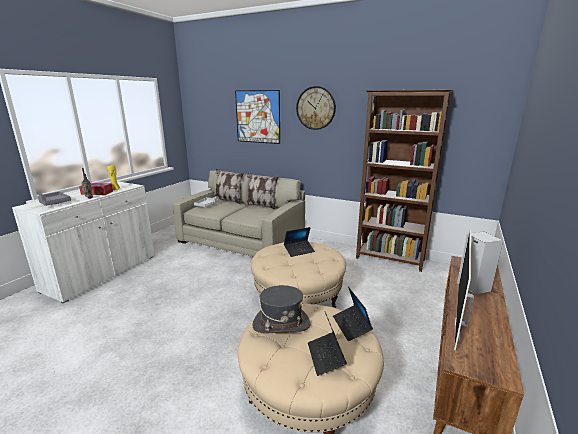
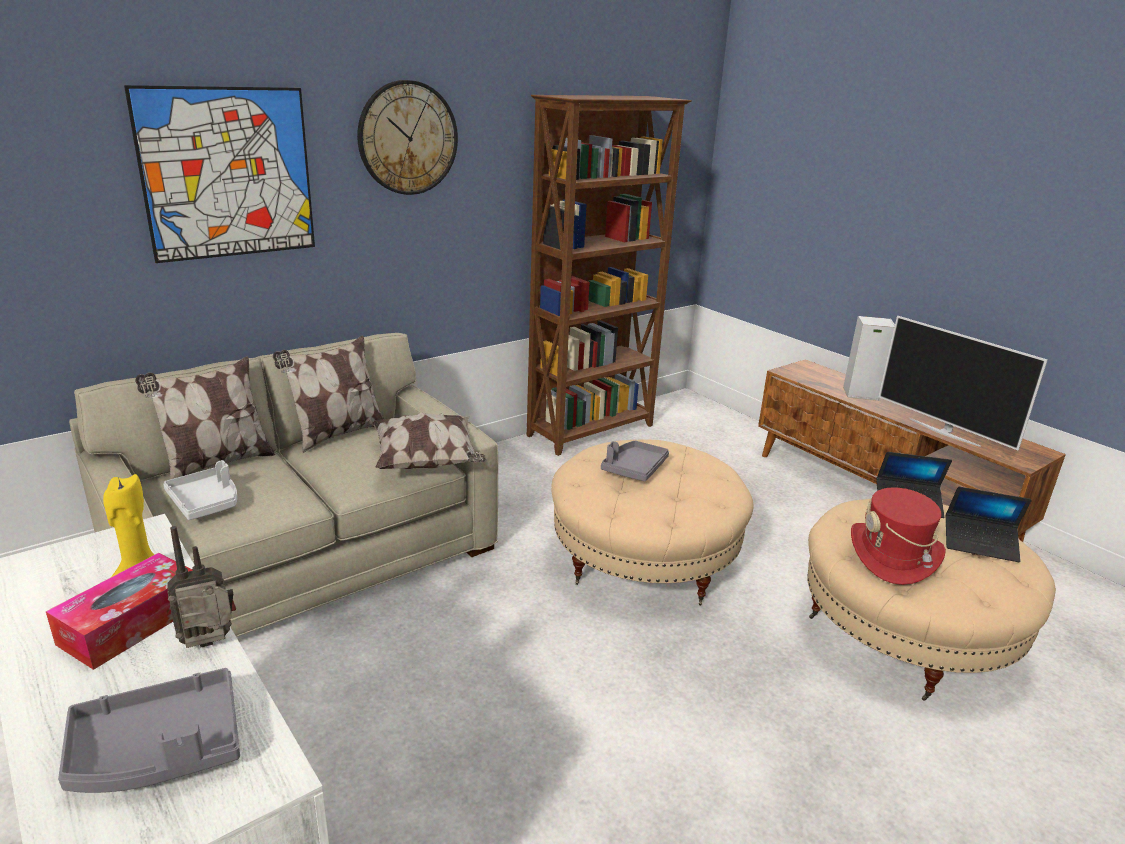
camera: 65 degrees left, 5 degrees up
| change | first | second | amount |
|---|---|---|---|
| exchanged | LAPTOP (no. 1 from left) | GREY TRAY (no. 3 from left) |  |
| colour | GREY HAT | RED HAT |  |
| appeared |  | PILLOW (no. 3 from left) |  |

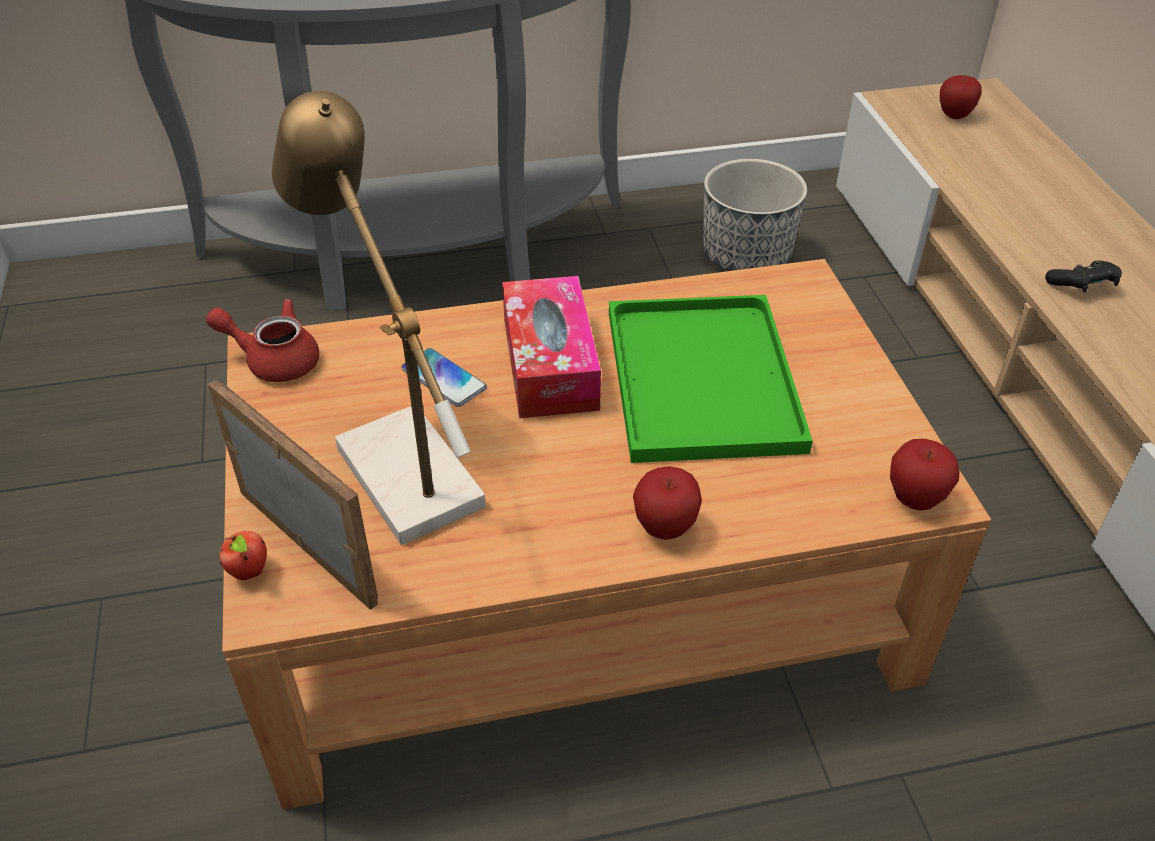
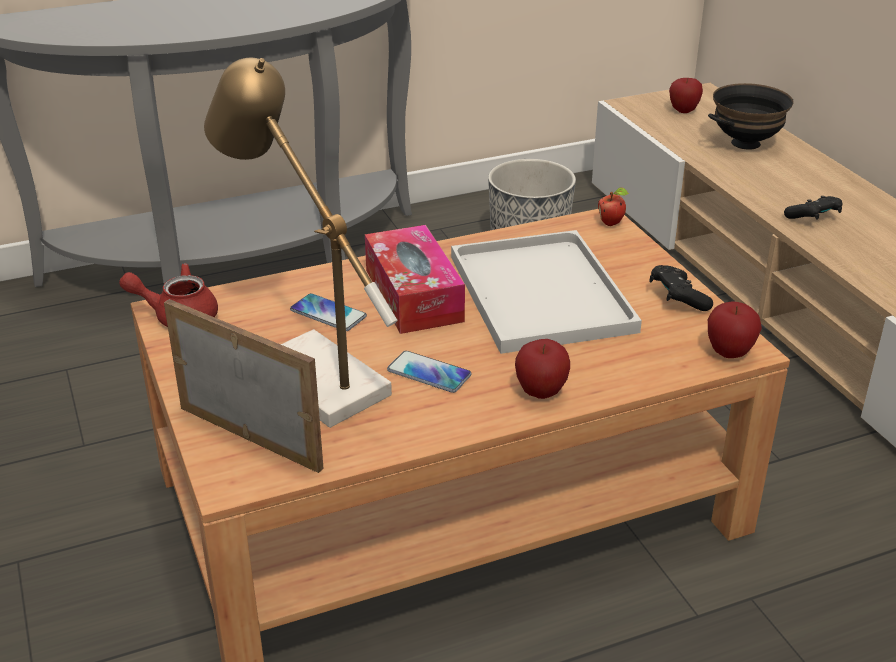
camera: 10 degrees left, 10 degrees down
| change | first | second | amount |
|---|---|---|---|
| colour | GREEN TRAY | WHITE TRAY |  |
| relocated | APPLE (no. 1 from left in the first image) | APPLE (no. 2 from left) |  |
| appeared |  | BLACK BOWL |  |
| appeared |  | BLACK GAME CONTROLLER (no. 1 from left) |  |
| appeared |  | PHONE (no. 2 from left) |  |

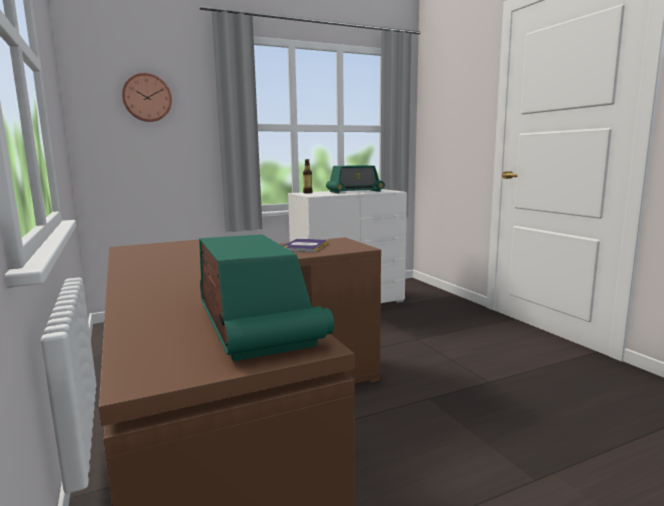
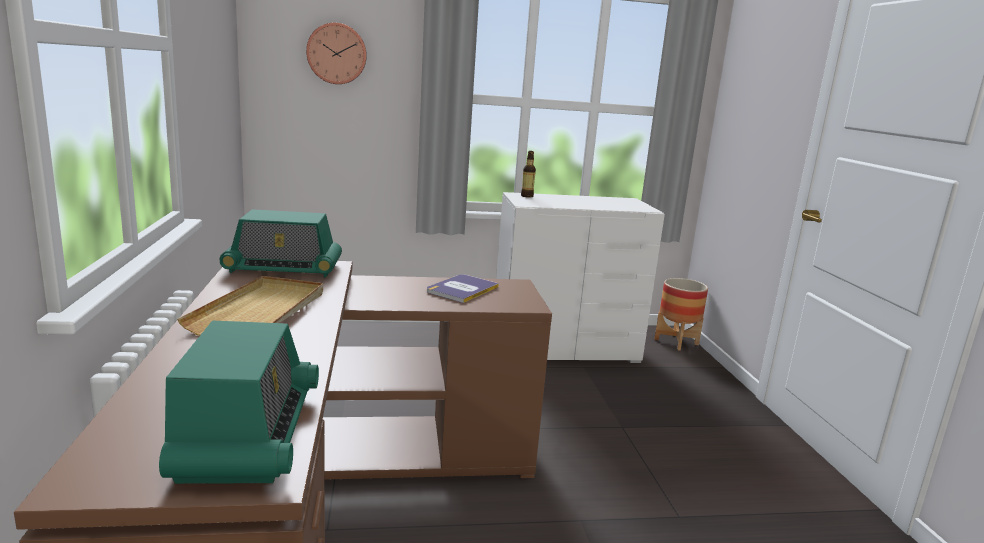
camera: 15 degrees right, 5 degrees up
| change | first | second | amount |
|---|---|---|---|
| relocated | RADIO (no. 2 from left) |  |  |
| appeared |  | BEIGE TRAY |  |
| appeared |  | PLANTER |  |

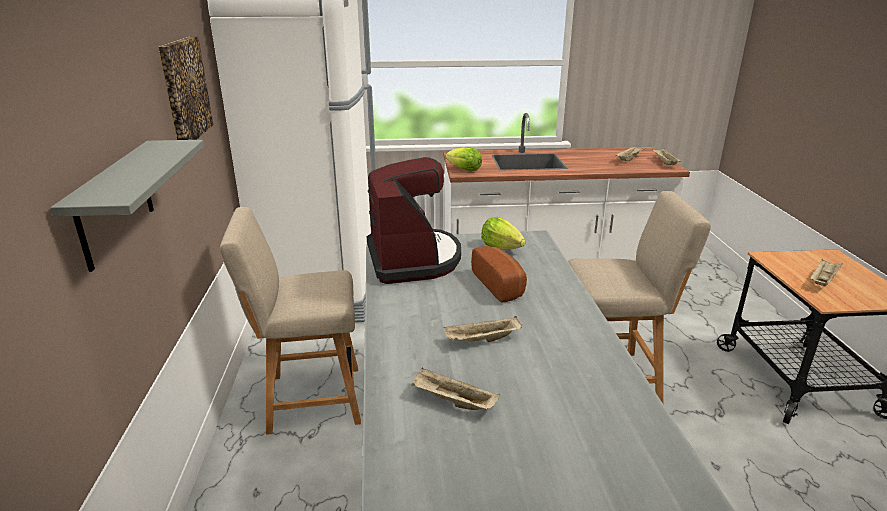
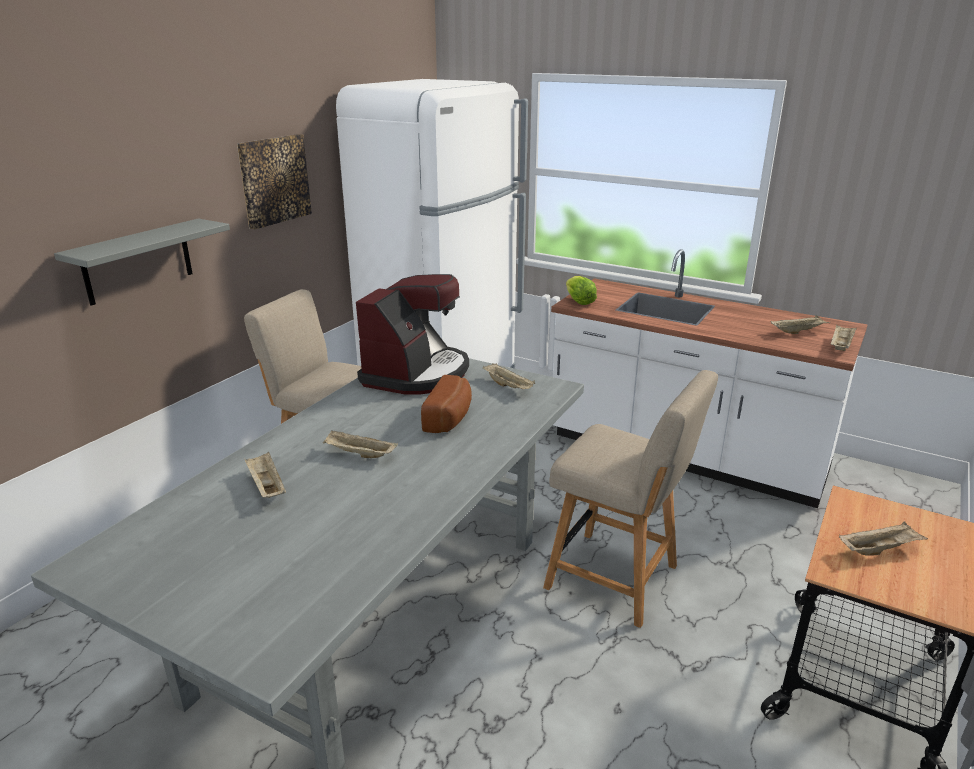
camera: 35 degrees right, 0 degrees up
| change | first | second | amount |
|---|---|---|---|
| exchanged | LETTUCE (no. 2 from left) | BEIGE TRAY (no. 3 from left) |  |

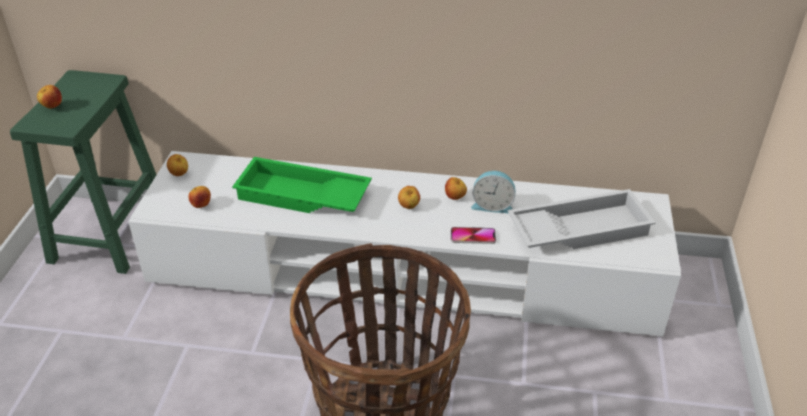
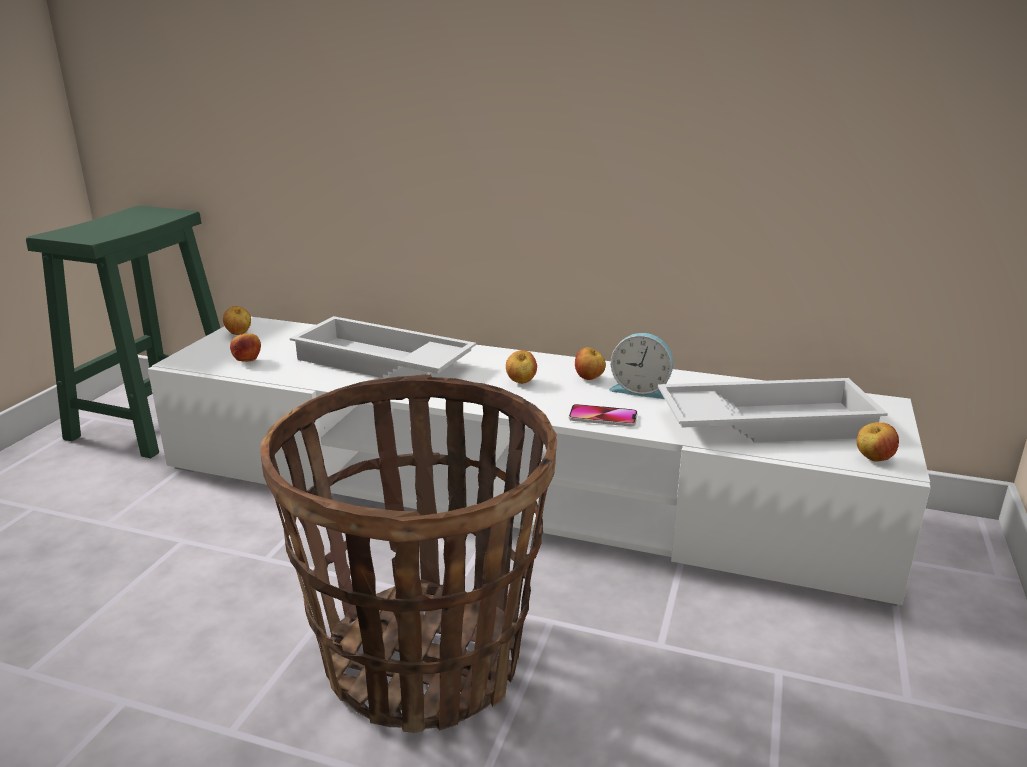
camera: 10 degrees right, 15 degrees down
| change | first | second | amount |
|---|---|---|---|
| relocated | APPLE (no. 1 from left in the first image) | APPLE (no. 5 from left) |  |
| colour | GREEN TRAY | WHITE TRAY (no. 1 from left) |  |

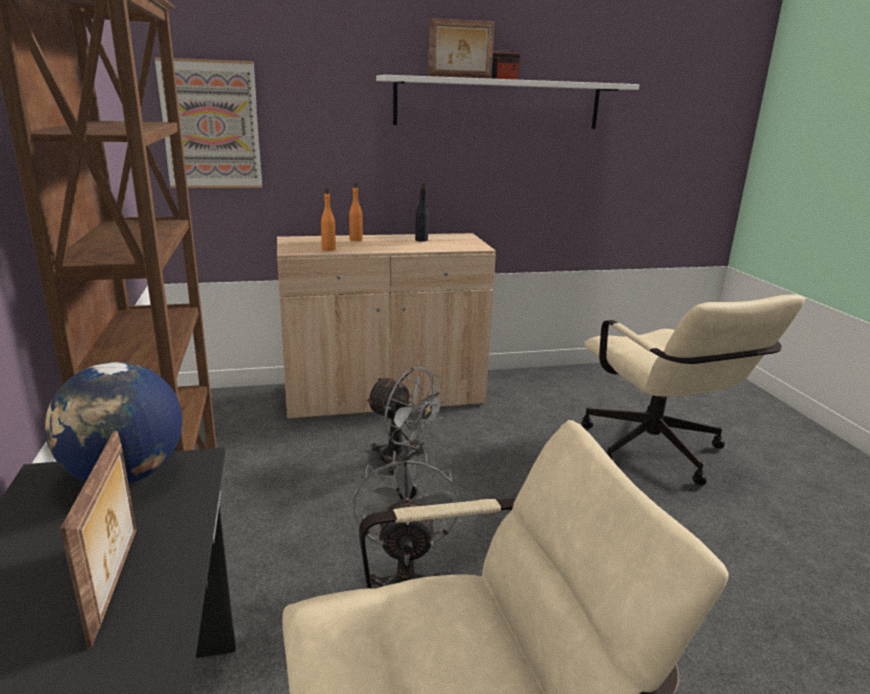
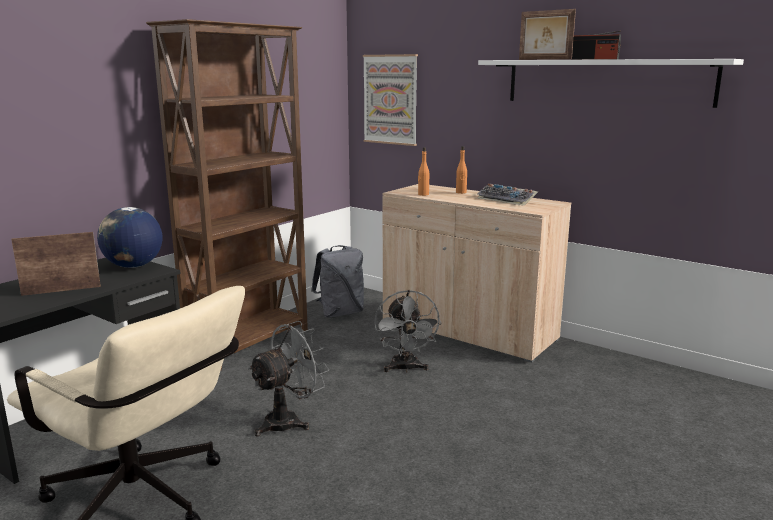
camera: 50 degrees right, 5 degrees down
| change | first | second | amount |
|---|---|---|---|
| exchanged | BLACK BOTTLE | KEYBOARD |  |
| missing | BEIGE OFFICE CHAIR (no. 2 from left) |  |  |
| spun | PICTURE FRAME (no. 1 from left) |  | 150 degrees counterclockwise |
| appeared |  | GREY BACKPACK |  |

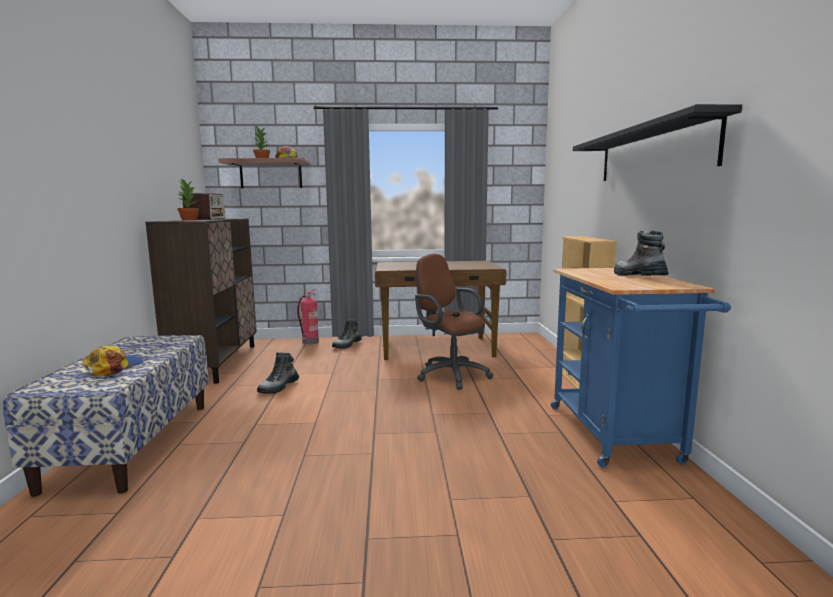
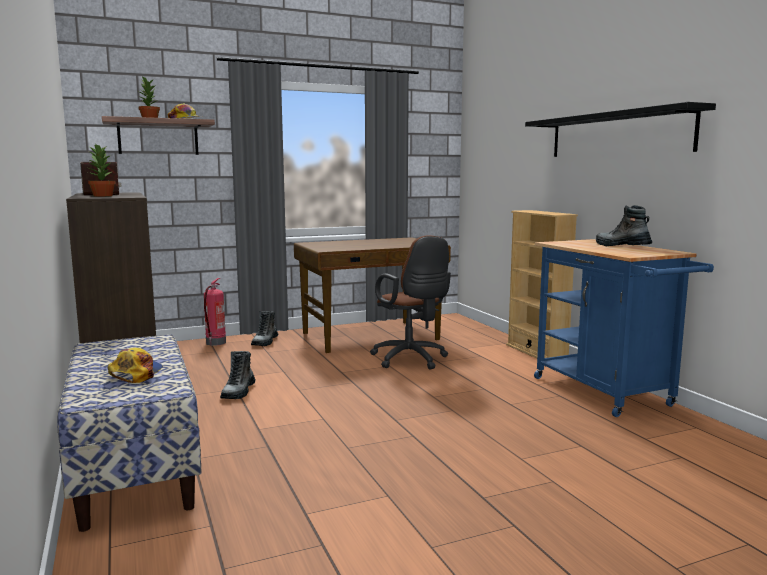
camera: 20 degrees left, 0 degrees up
| change | first | second | amount |
|---|---|---|---|
| spun | BROWN OFFICE CHAIR |  | 150 degrees counterclockwise |

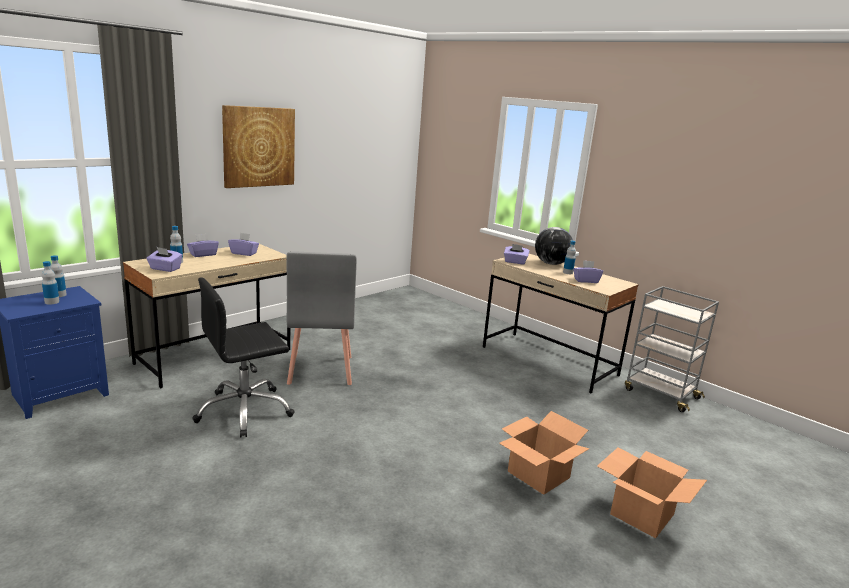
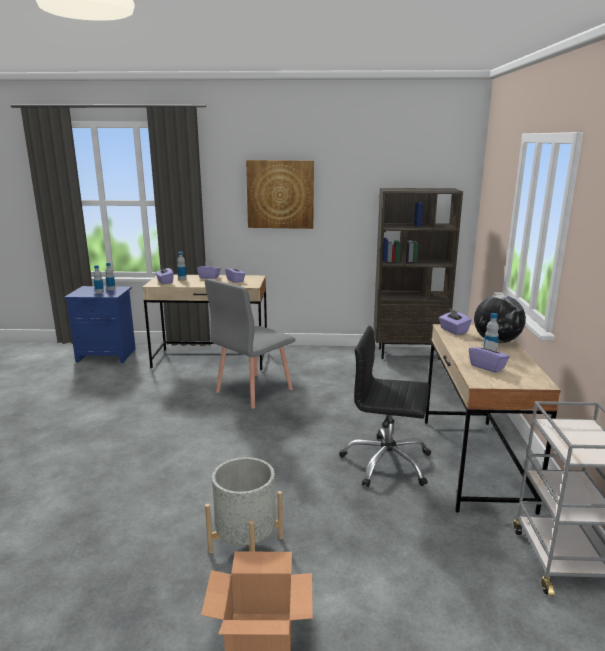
camera: 50 degrees right, 0 degrees up
| change | first | second | amount |
|---|---|---|---|
| relocated | BLACK OFFICE CHAIR |  |  |
| exchanged | CARDBOARD BOX (no. 1 from left) | GREY PLANTER |  |
| appeared |  | BROWN BOOKCASE |  |

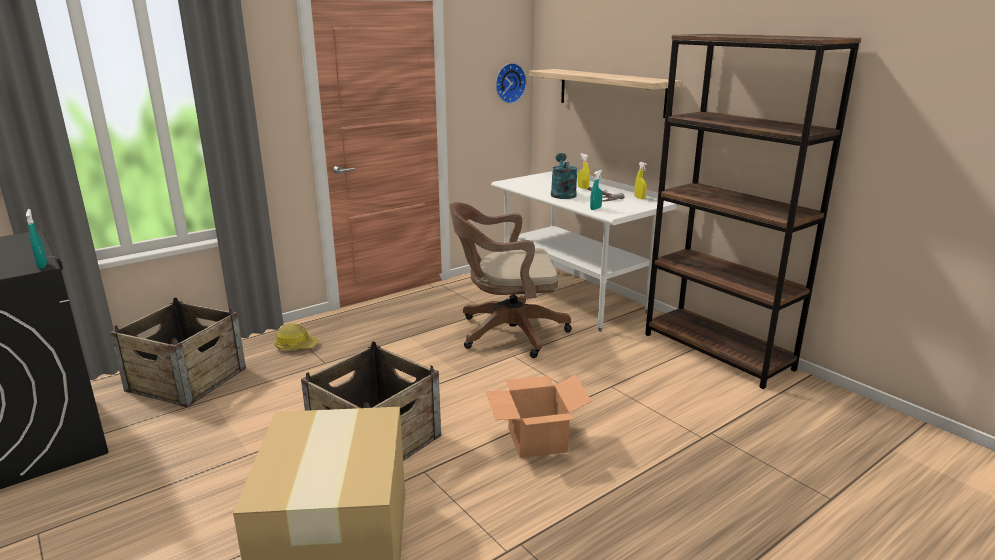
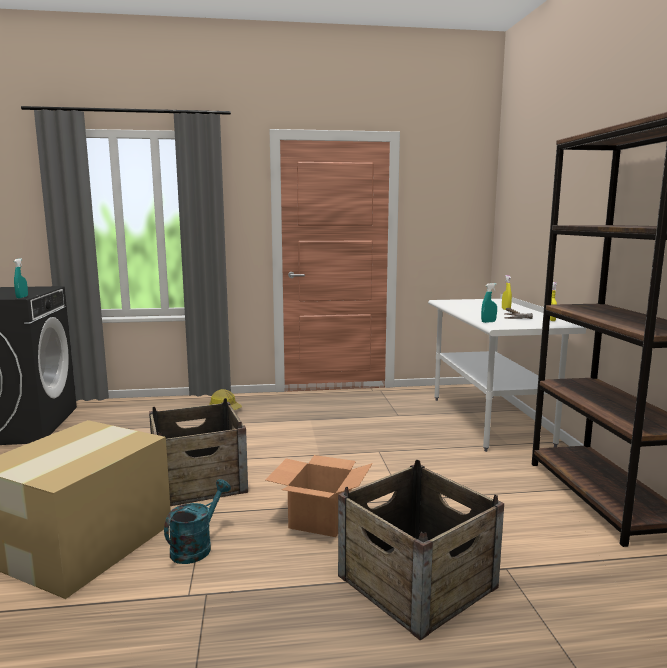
camera: 30 degrees right, 10 degrees down
| change | first | second | amount |
|---|---|---|---|
| missing | WALL CLOCK |  |  |
| missing | SHELF |  |  |
| relocated | TURQUOISE WATERING CAN |  |  |
| missing | BROWN OFFICE CHAIR |  |  |
| relocated | CRATE (no. 1 from left in the first image) | CRATE (no. 2 from left) |  |

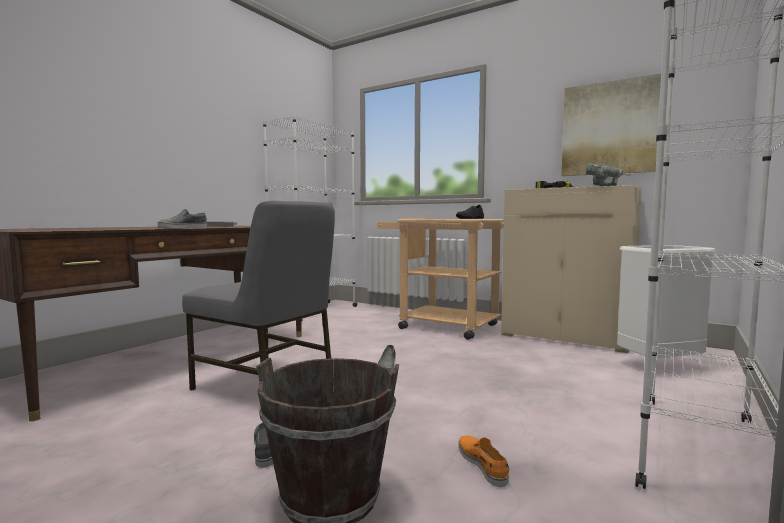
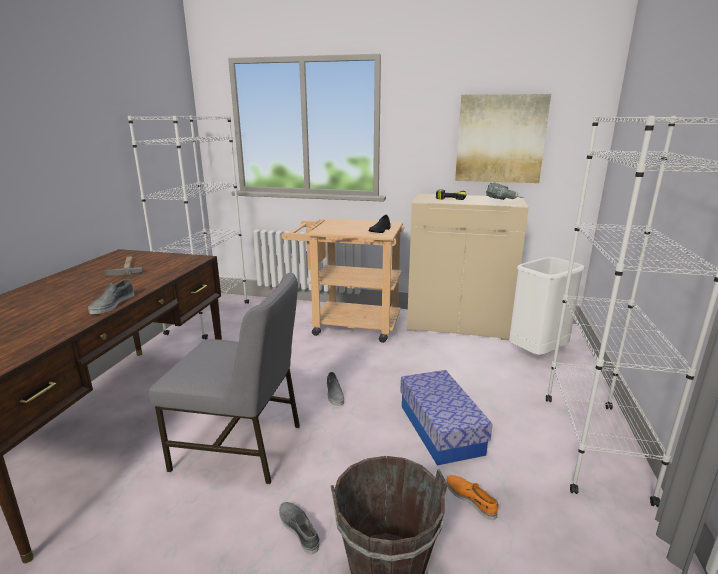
camera: 20 degrees left, 15 degrees up
| change | first | second | amount |
|---|---|---|---|
| appeared |  | STORAGE BOX |  |

